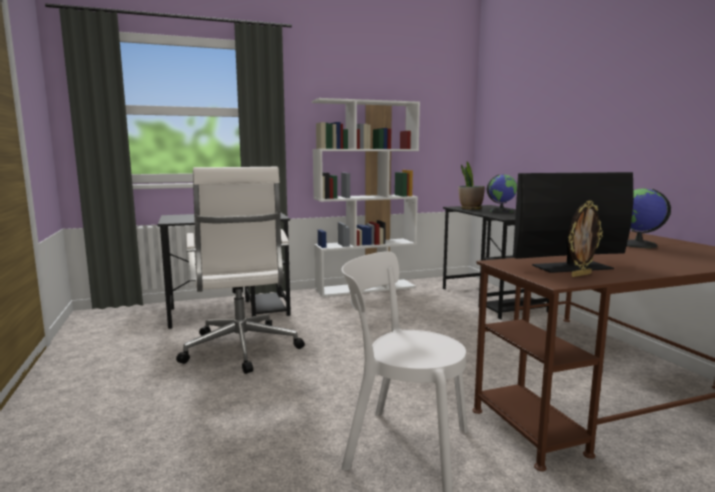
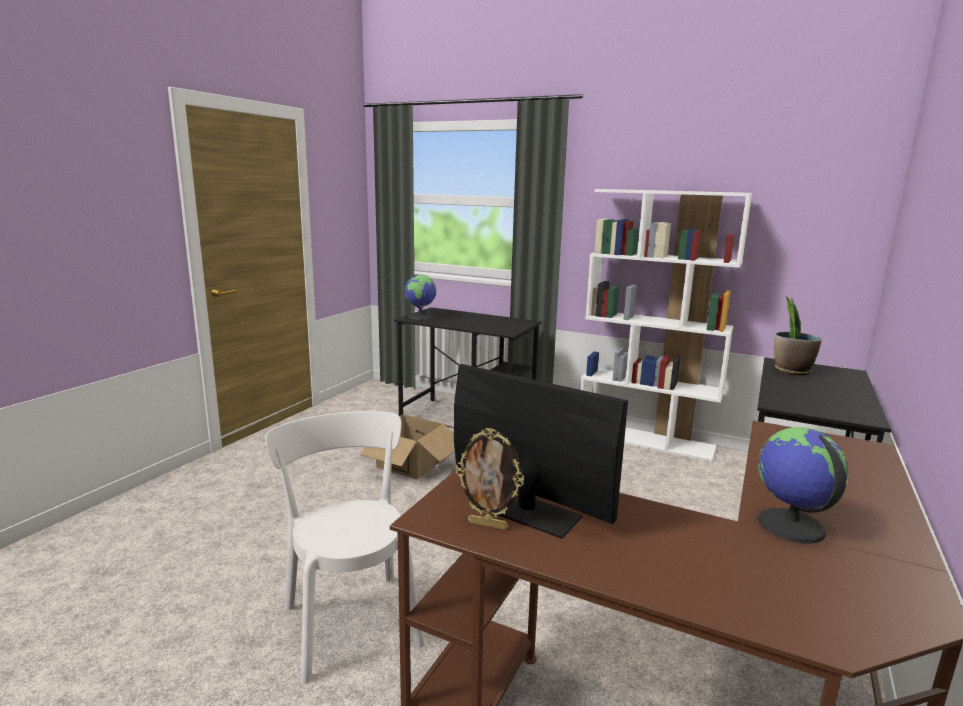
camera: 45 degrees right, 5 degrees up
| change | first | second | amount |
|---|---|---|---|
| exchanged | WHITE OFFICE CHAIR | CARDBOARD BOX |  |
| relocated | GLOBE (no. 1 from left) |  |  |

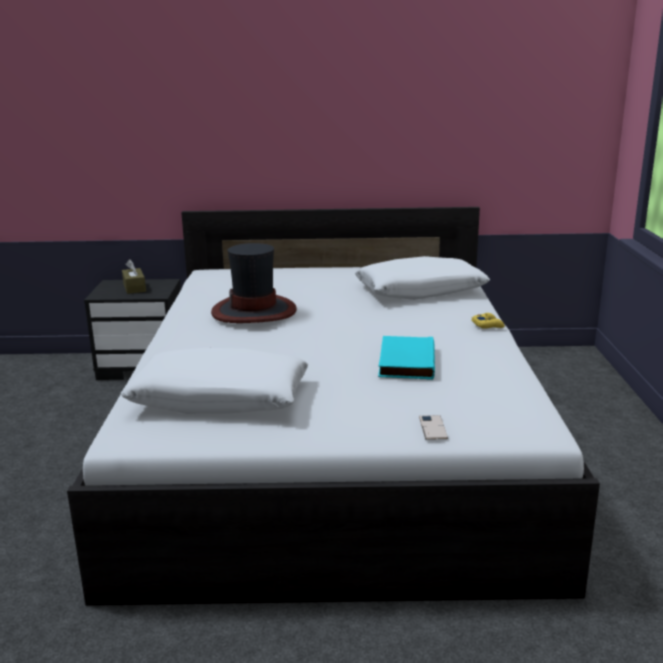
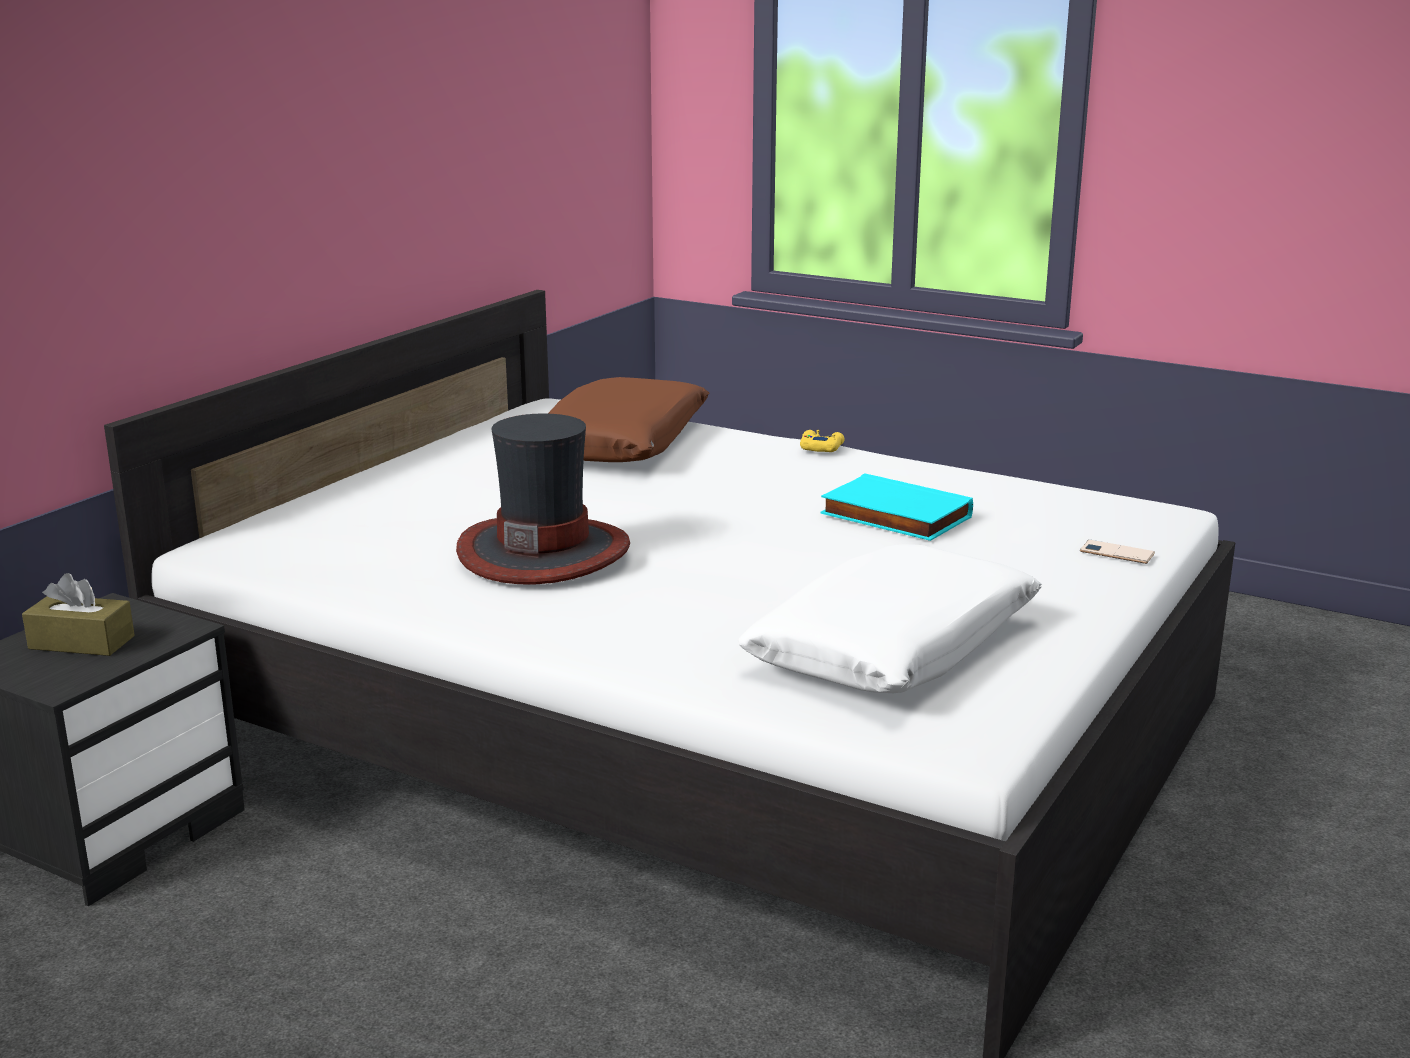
camera: 60 degrees left, 0 degrees up
| change | first | second | amount |
|---|---|---|---|
| colour | WHITE PILLOW (no. 2 from left) | BROWN PILLOW |  |

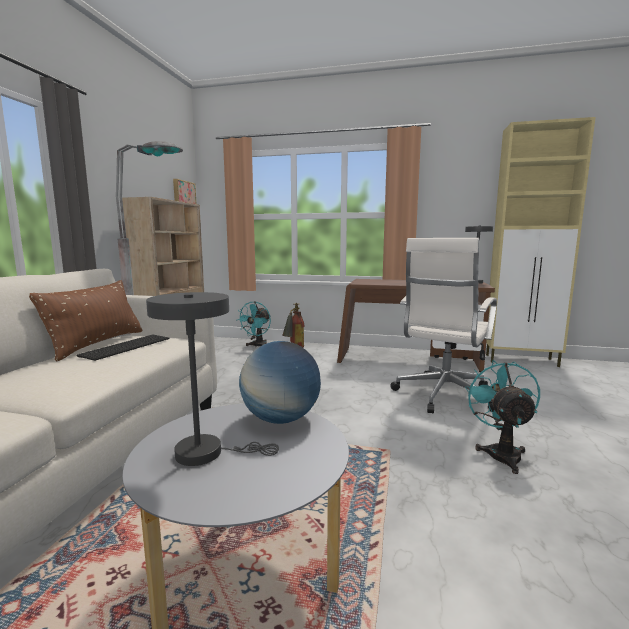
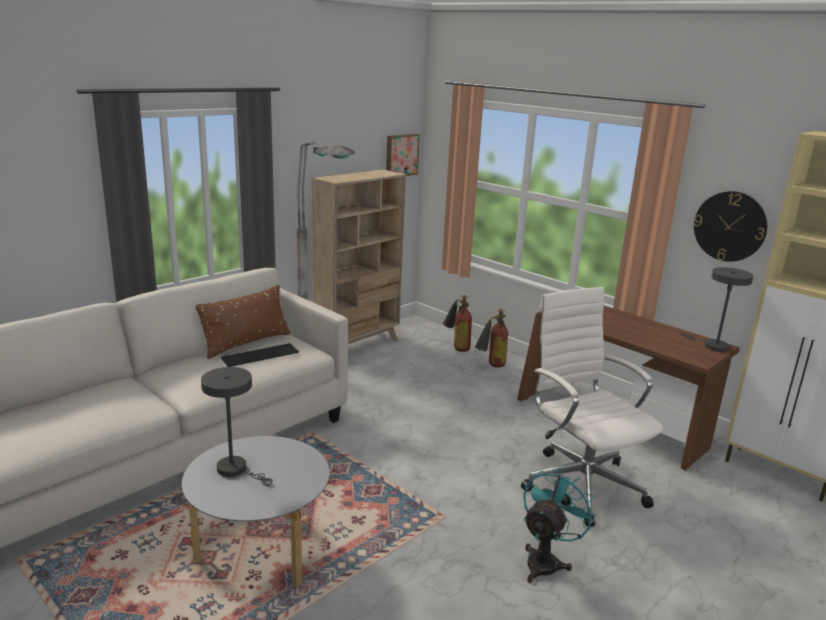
camera: 30 degrees right, 10 degrees up
| change | first | second | amount |
|---|---|---|---|
| spun | WHITE OFFICE CHAIR |  | 90 degrees clockwise |
| exchanged | TURQUOISE FAN (no. 1 from left) | FIRE EXTINGUISHER (no. 1 from left) |  |
| missing | GLOBE |  |  |
| appeared |  | WALL CLOCK |  |

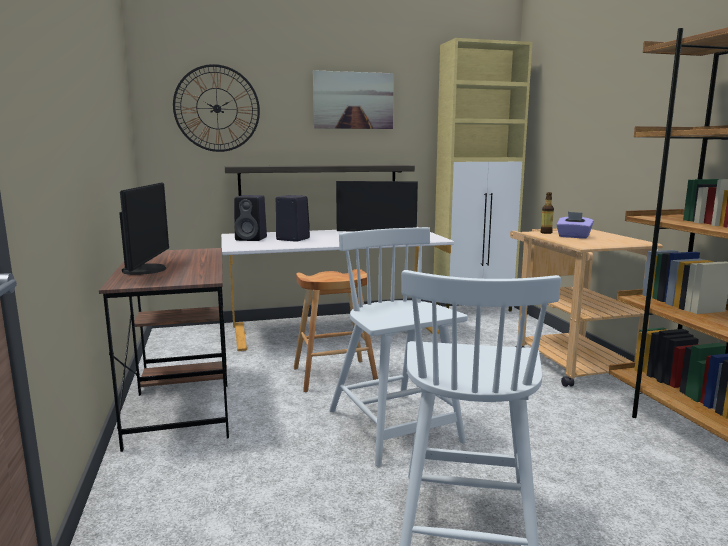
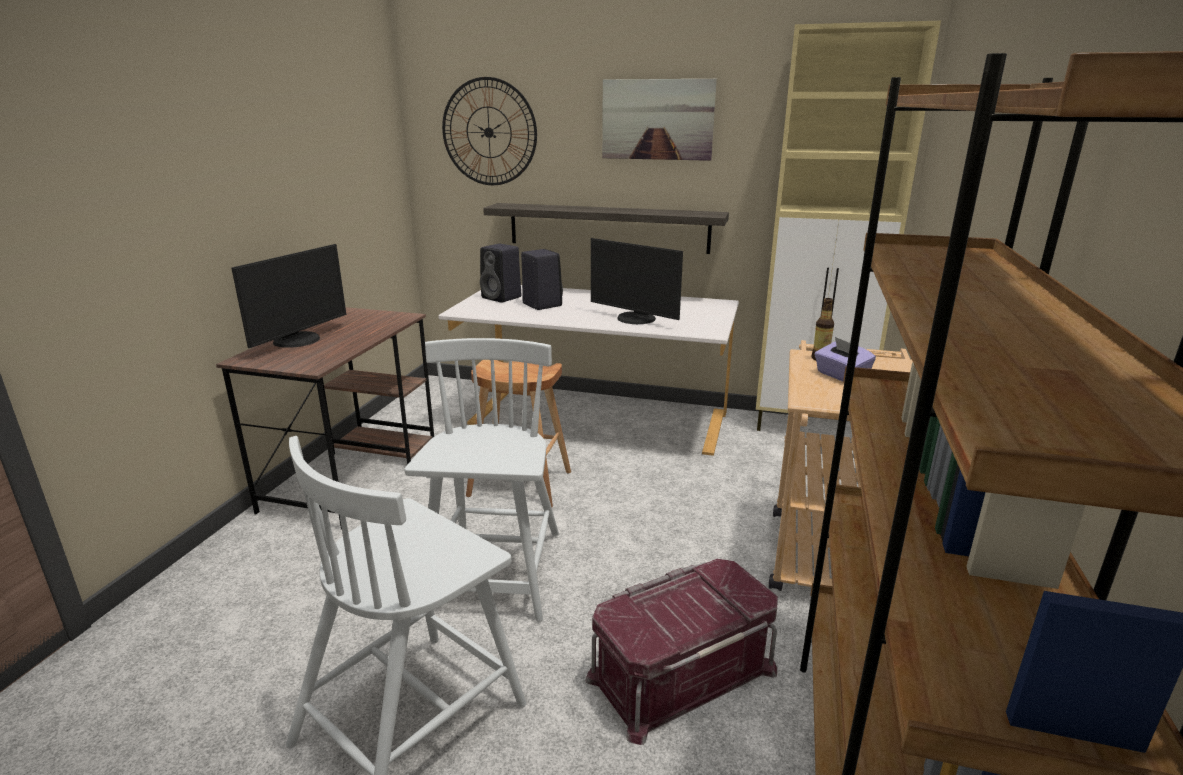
camera: 30 degrees right, 10 degrees up
| change | first | second | amount |
|---|---|---|---|
| appeared |  | RED STORAGE BOX |  |

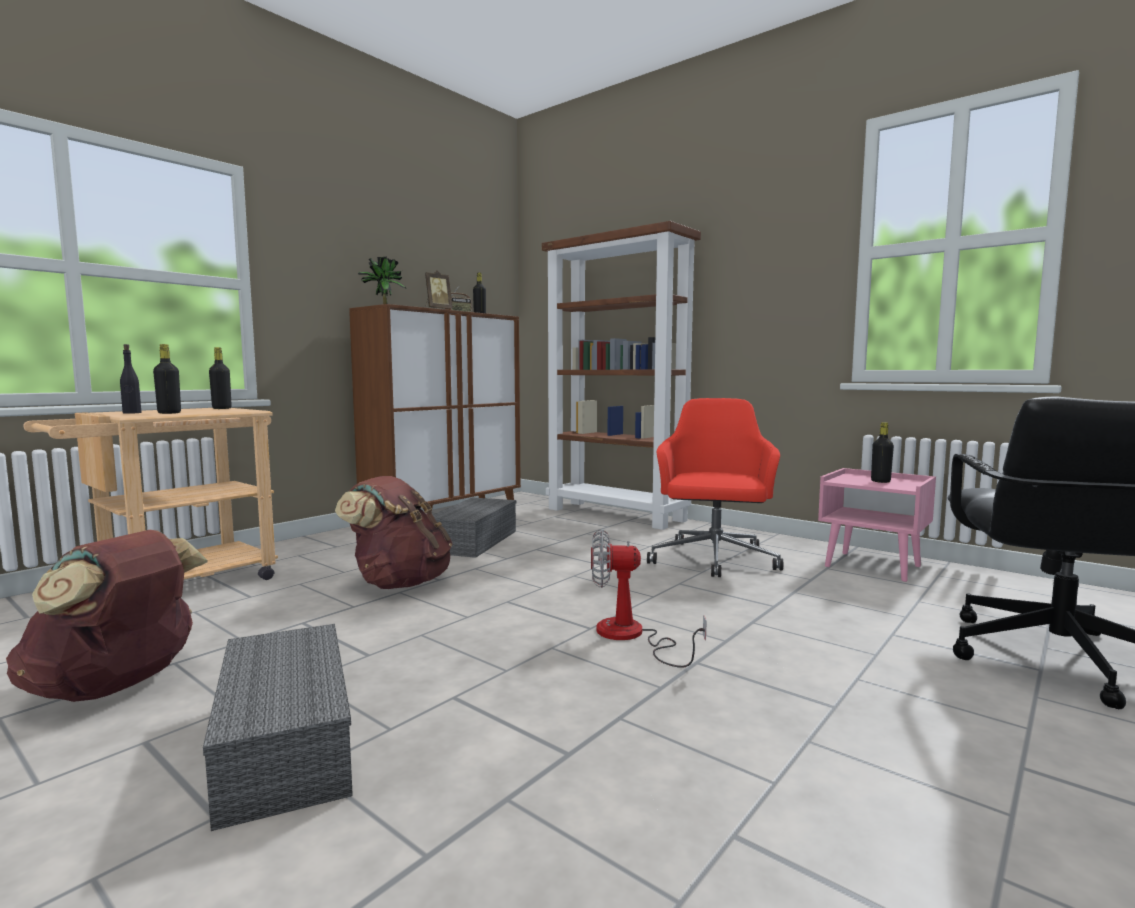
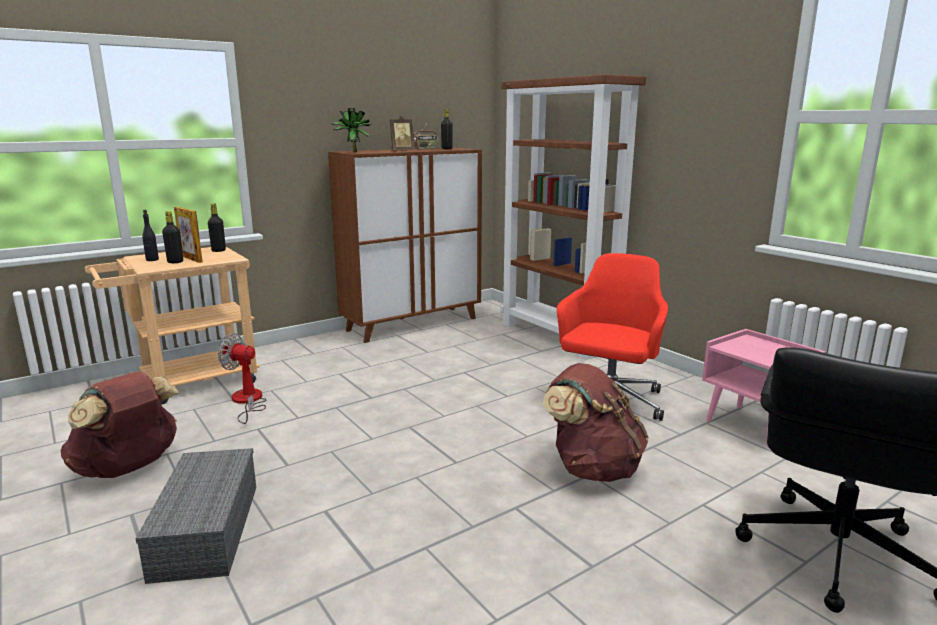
camera: 15 degrees right, 10 degrees up
| change | first | second | amount |
|---|---|---|---|
| missing | BLACK BOTTLE (no. 5 from left) |  |  |
| relocated | BROWN BACKPACK (no. 2 from left) |  |  |
| missing | GREY STORAGE BOX (no. 2 from left) |  |  |
| relocated | FAN |  |  |
| appeared |  | PICTURE FRAME (no. 1 from left) |  |

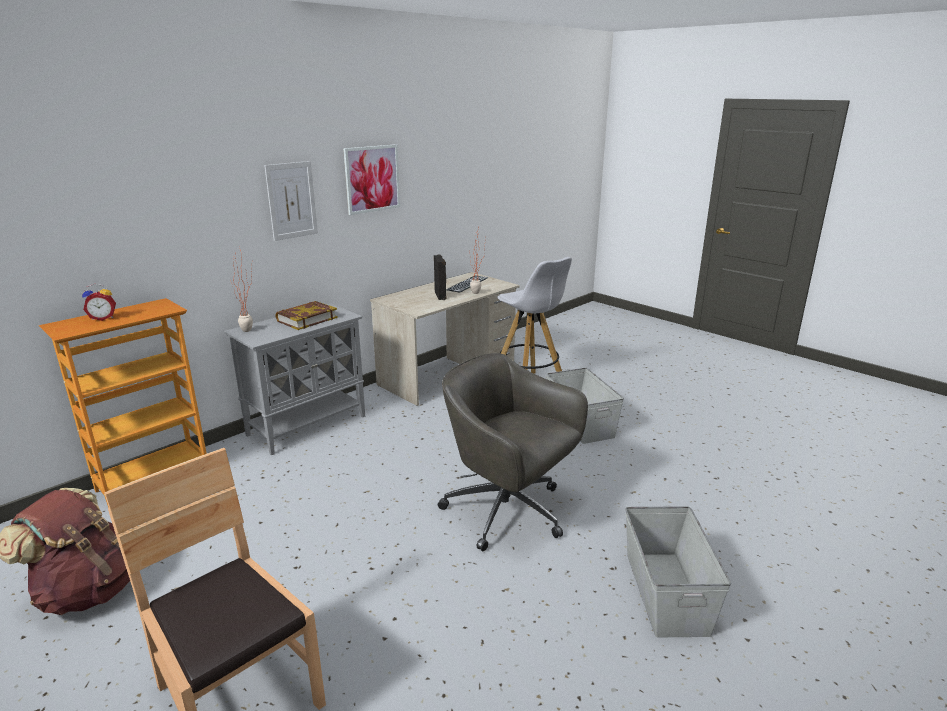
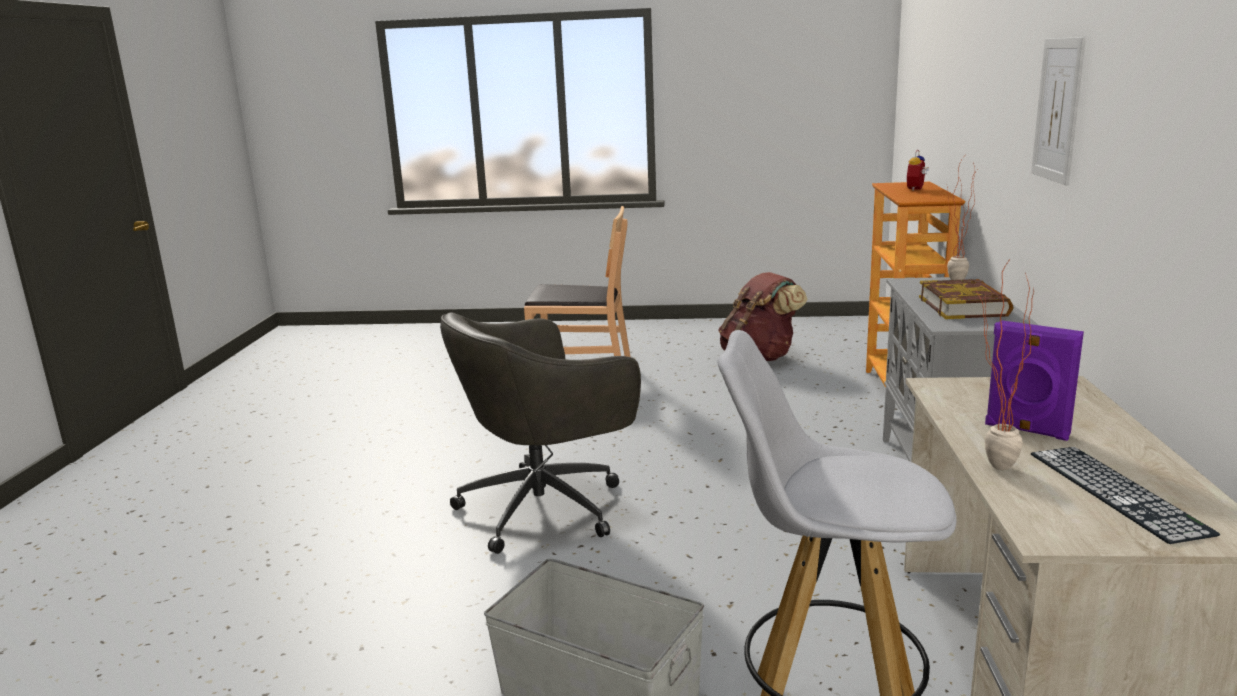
camera: 140 degrees right, 5 degrees down
| change | first | second | amount |
|---|---|---|---|
| missing | PICTURE (no. 2 from left) |  |  |
| colour | BLACK SPEAKER | PURPLE SPEAKER |  |
| spun | GREY OFFICE CHAIR |  | 150 degrees clockwise |
| missing | GREY STORAGE BOX (no. 2 from left) |  |  |

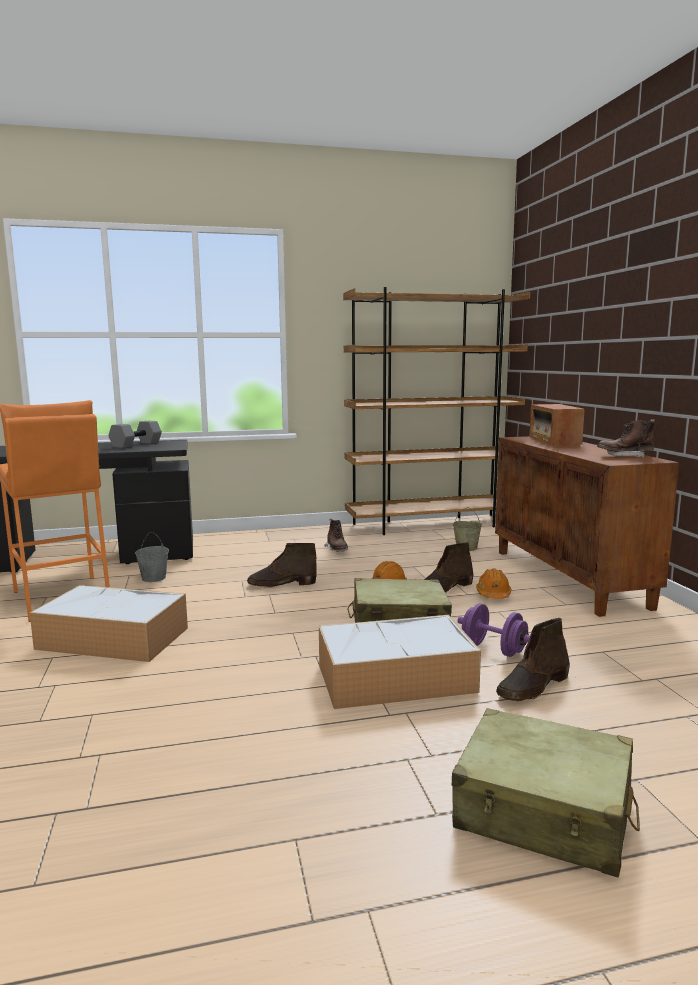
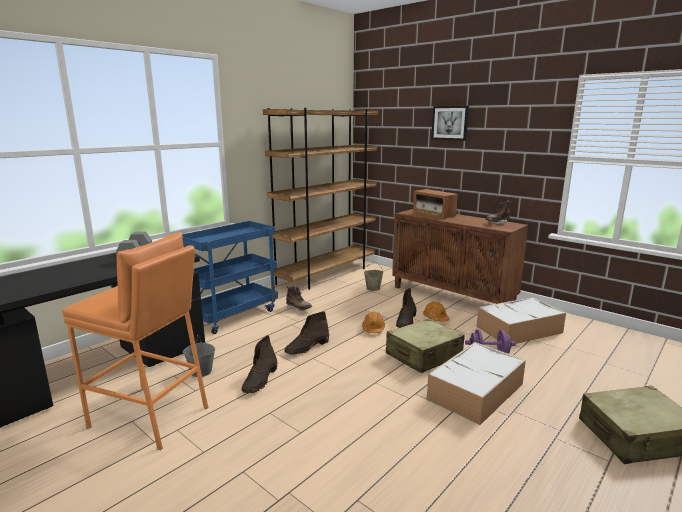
camera: 35 degrees left, 5 degrees up
| change | first | second | amount |
|---|---|---|---|
| relocated | STORAGE BOX (no. 1 from left in the first image) | STORAGE BOX (no. 2 from left) |  |
| relocated | BROWN BOOT (no. 4 from left in the first image) | BROWN BOOT (no. 1 from left) |  |
| appeared |  | PICTURE |  |
| appeared |  | BLUE CART |  |

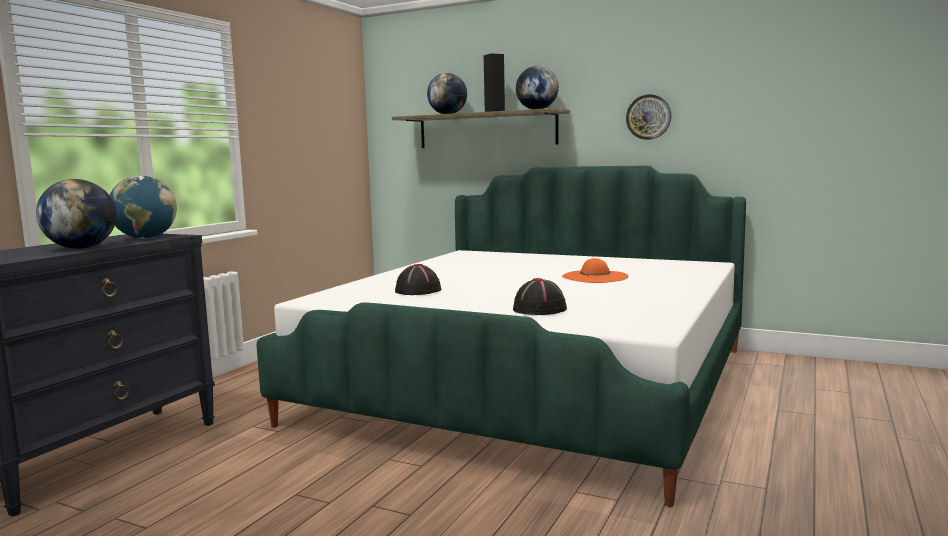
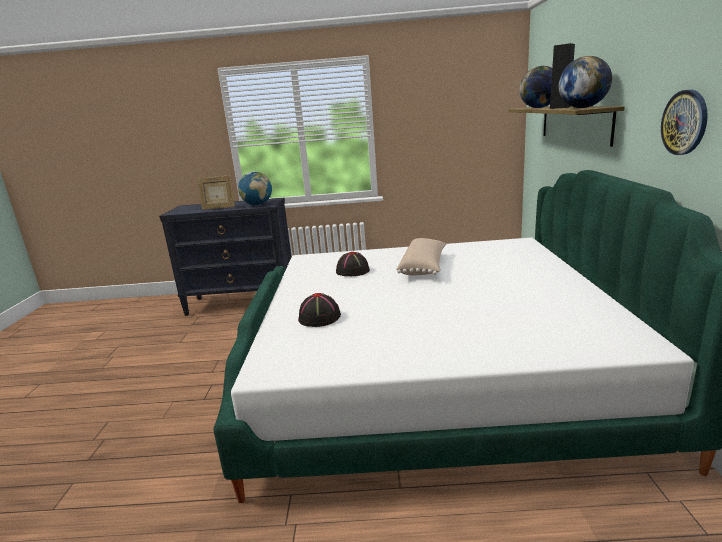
camera: 65 degrees right, 10 degrees up
| change | first | second | amount |
|---|---|---|---|
| exchanged | GLOBE (no. 1 from left) | PICTURE FRAME |  |
| missing | ORANGE HAT |  |  |
| appeared |  | BEIGE PILLOW |  |

